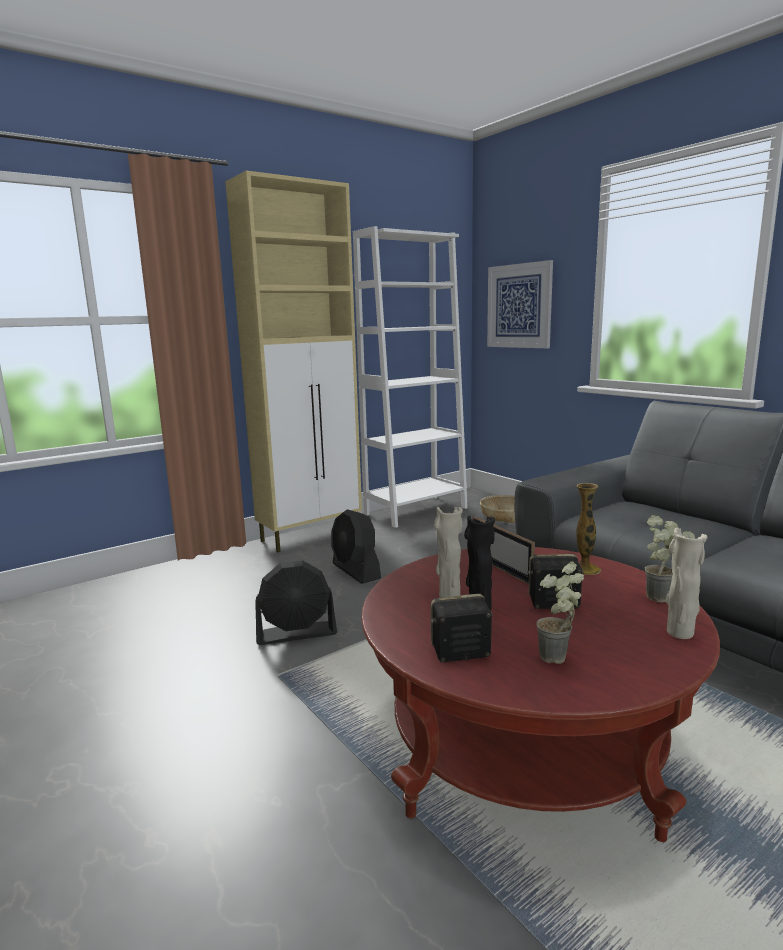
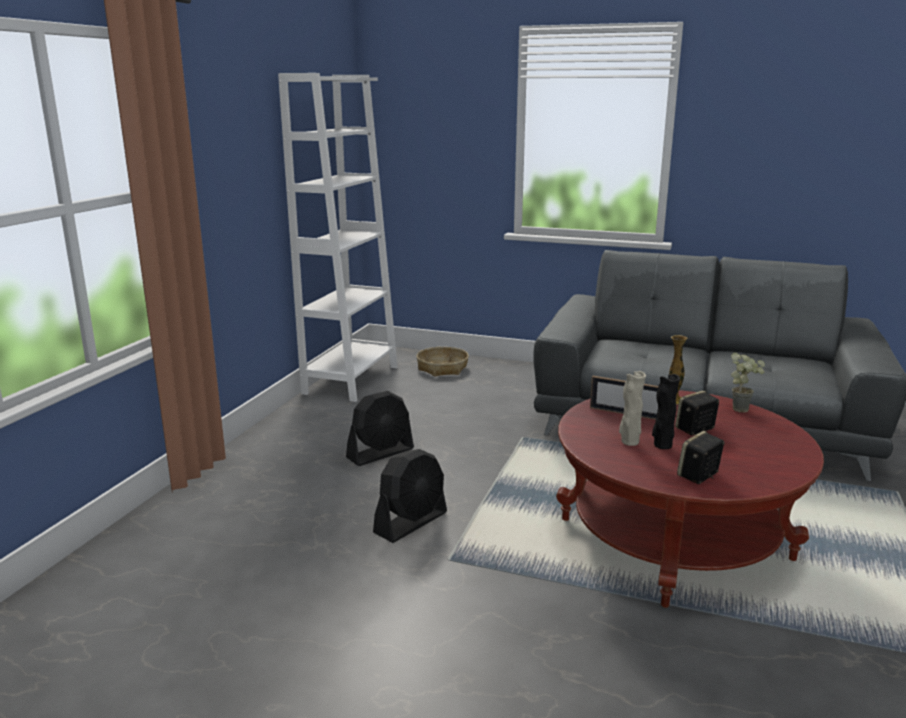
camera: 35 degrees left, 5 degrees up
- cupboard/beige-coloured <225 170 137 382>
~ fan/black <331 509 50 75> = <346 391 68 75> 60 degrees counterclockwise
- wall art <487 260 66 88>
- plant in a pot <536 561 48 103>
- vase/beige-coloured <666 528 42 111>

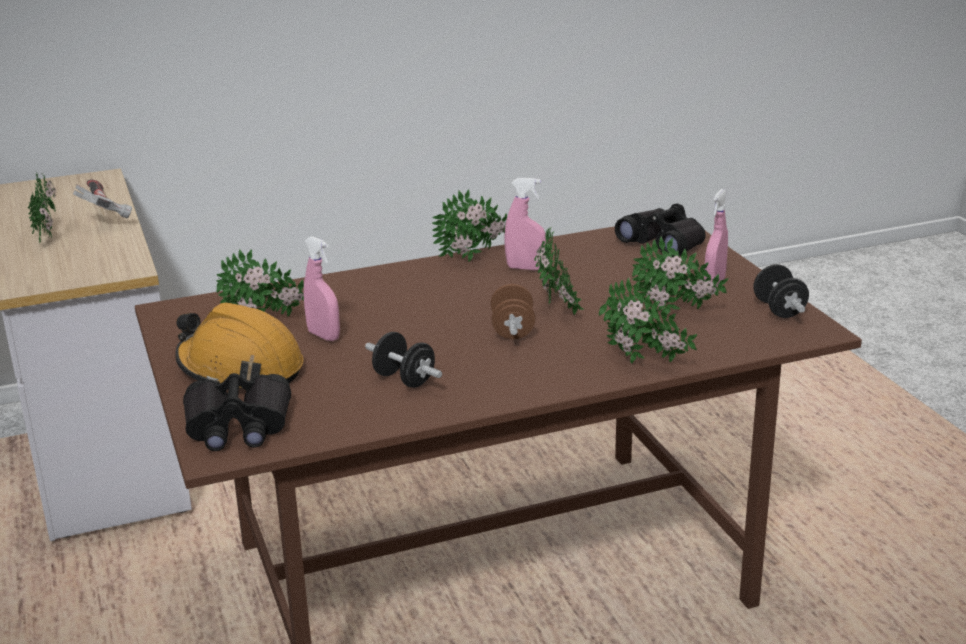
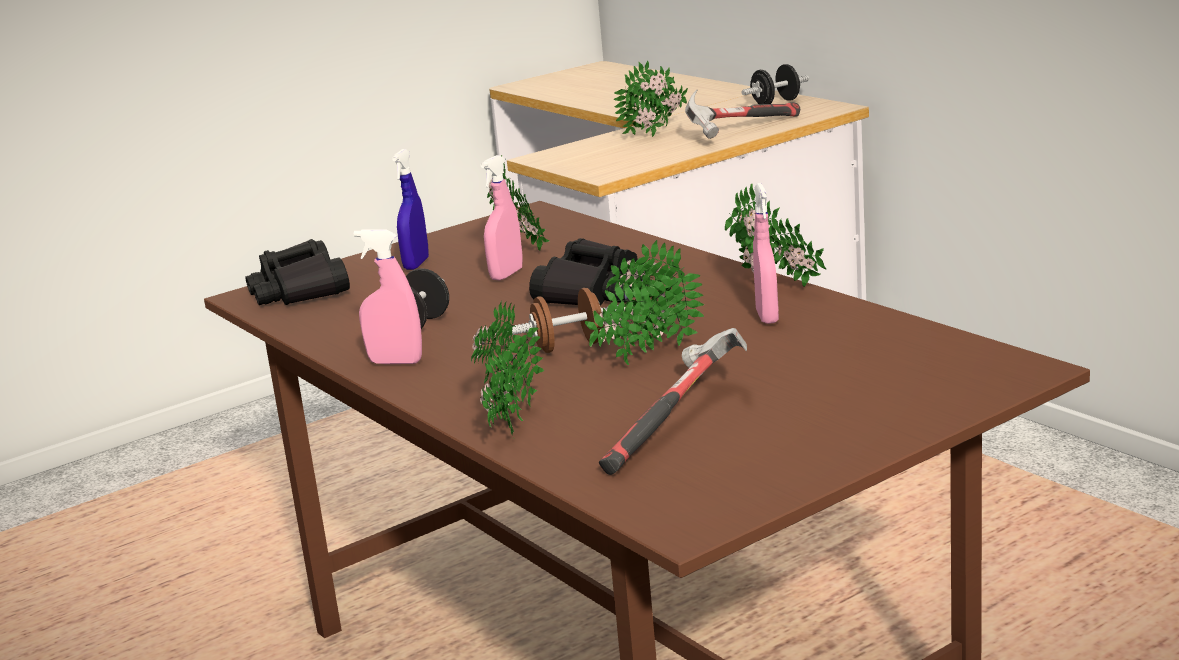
camera: 75 degrees right, 5 degrees down
~ work helmet/orangey <175 302 129 86> to sprayer/bluish <392 149 37 121>
~ field glasses/black <615 203 90 54> to <529 238 121 68>
~ plant in a pot <632 237 96 78> to hammer <599 328 148 147>
~ sprayer/pink <704 189 24 98> to <354 230 68 134>
~ free weight/black <753 264 56 54> to <742 64 67 40>

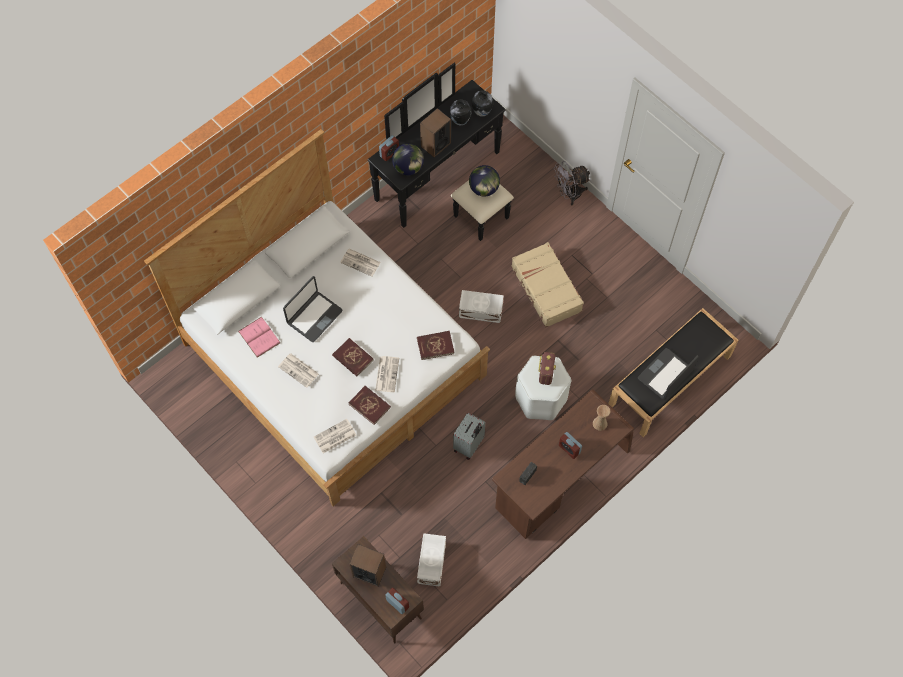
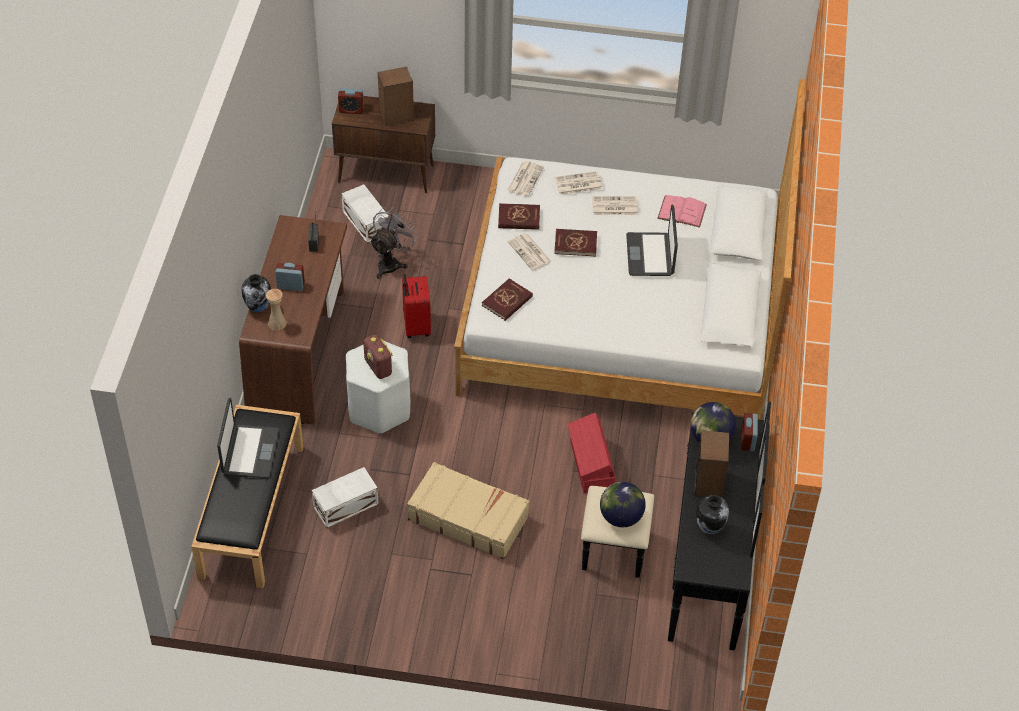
camera: 140 degrees right, 15 degrees down
~ newspaper <340 248 41 29> to <555 171 48 24>
~ travel case/grey <453 412 32 48> to travel case/red-coloured <402 274 29 64>
~ storage box/white-coloured <459 290 45 33> to <312 467 67 61>
~ vase <472 90 21 27> to <242 274 29 38>
~ fan/grey <554 161 37 45> to <369 207 50 72>
+ storage box/red-coloured <568 412 47 82>

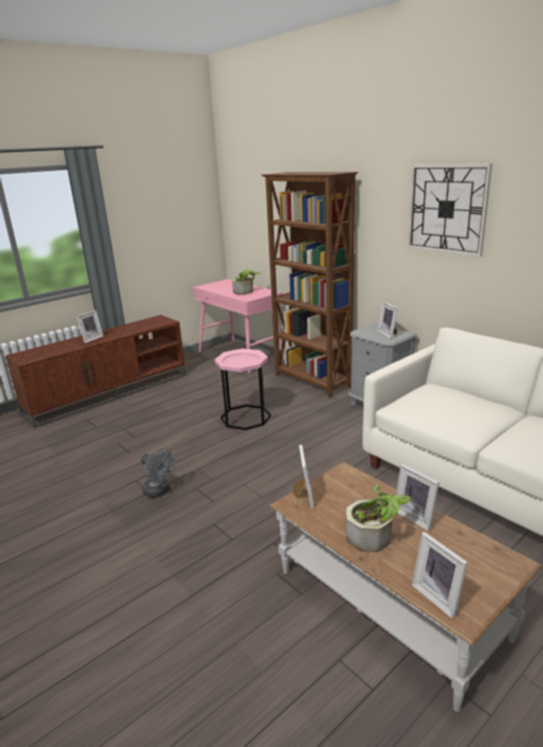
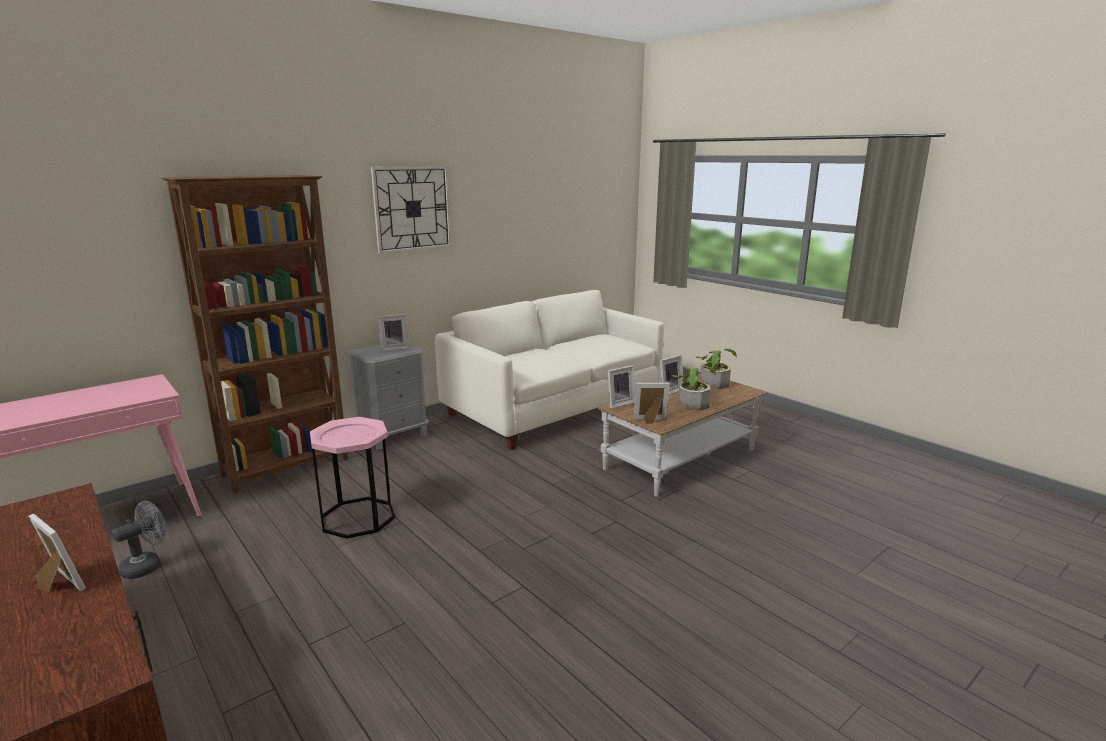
camera: 90 degrees left, 5 degrees down
~ fan/grey <141 448 34 50> to <112 501 54 78>
~ plant in a pot <232 270 29 25> to <696 349 41 40>
~ standing frame <412 532 56 87> to <608 365 27 43>

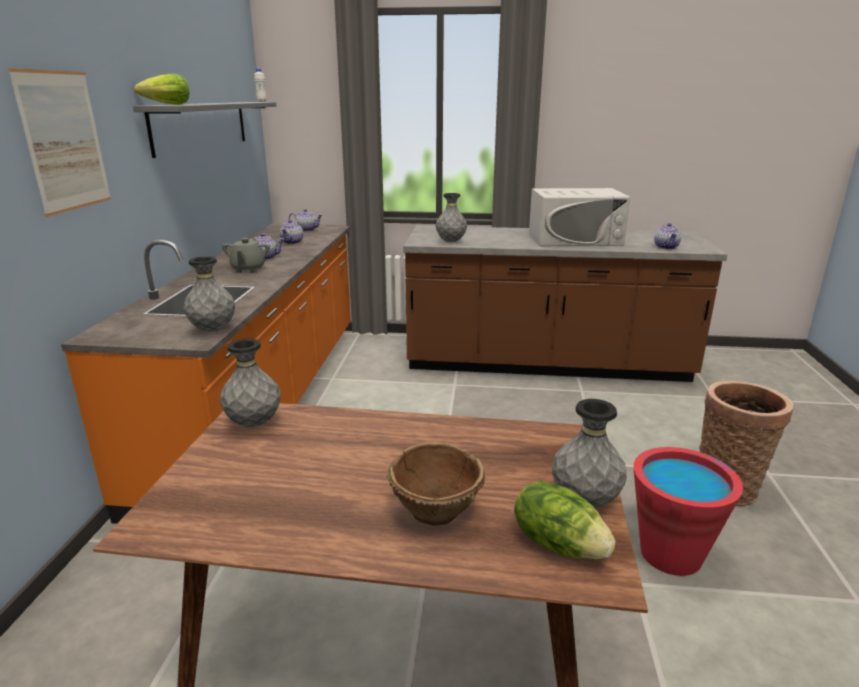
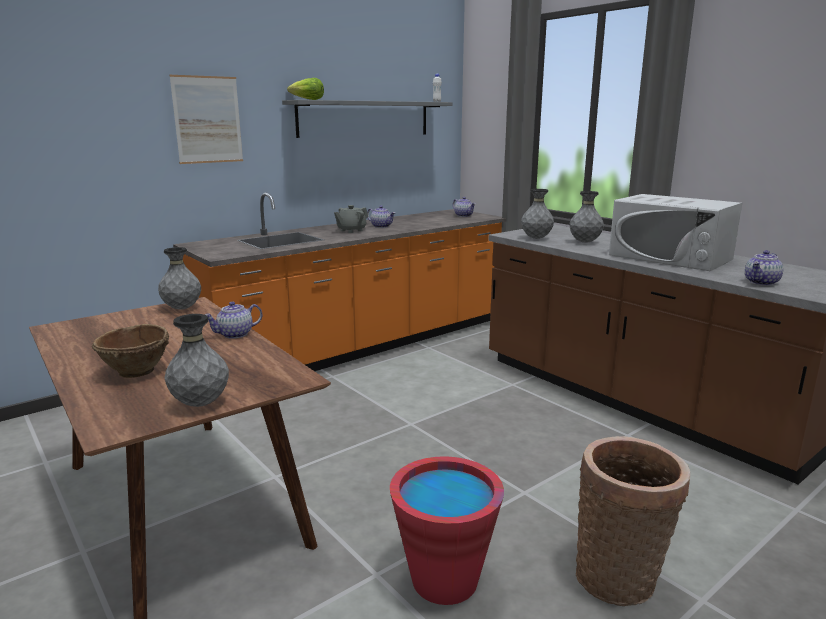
camera: 45 degrees right, 5 degrees down
~ vase/grey <183 256 52 76> to <570 191 34 52>
~ tea pot <279 220 24 24> to <205 302 57 37>
- lettuce head <514 481 102 78>

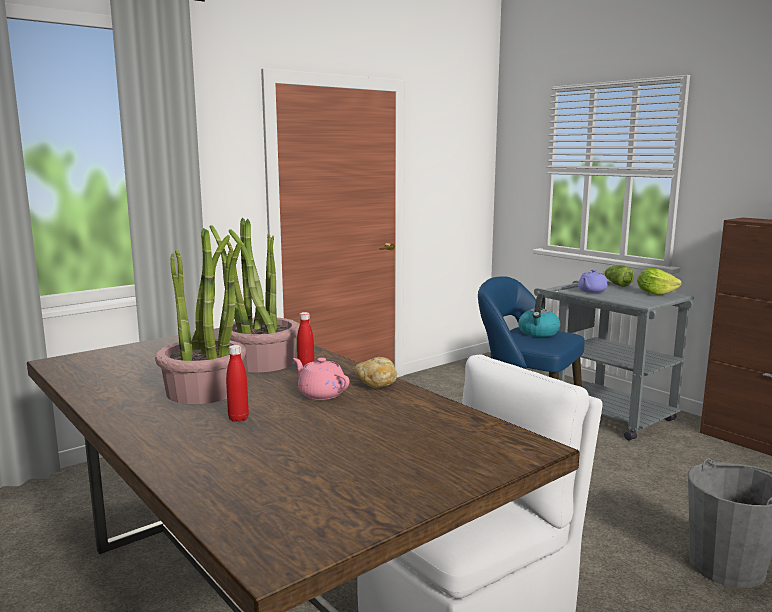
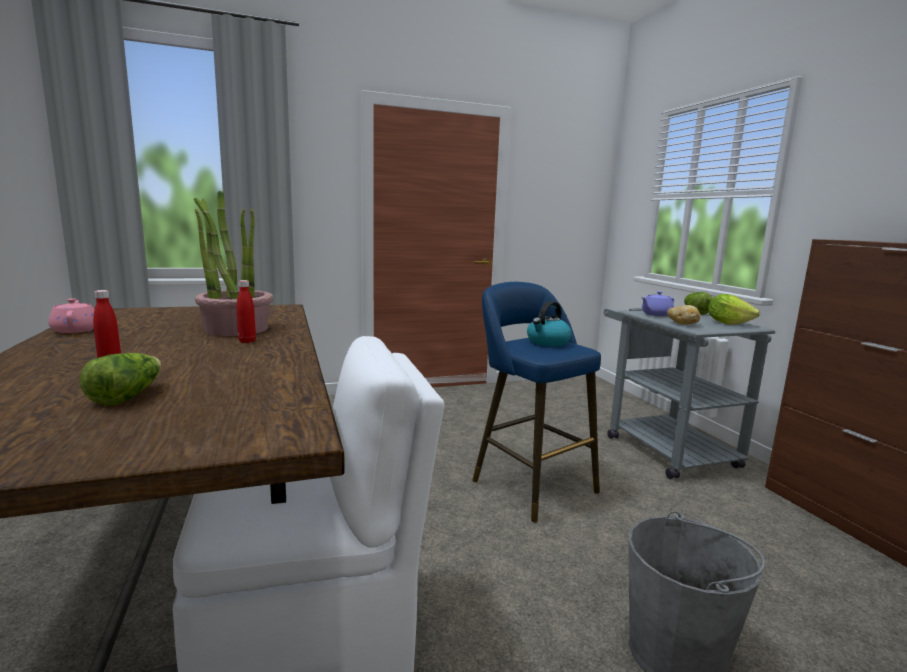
camera: 20 degrees right, 0 degrees up
- plant in a pot <155 228 91 176>
~ tea pot/pink <293 358 57 42> to <48 298 47 35>
~ baked bread <354 357 43 31> to <667 305 34 20>
+ lettuce head <79 353 82 53>

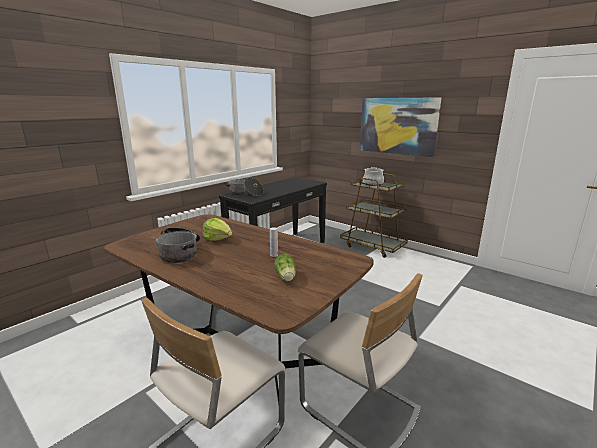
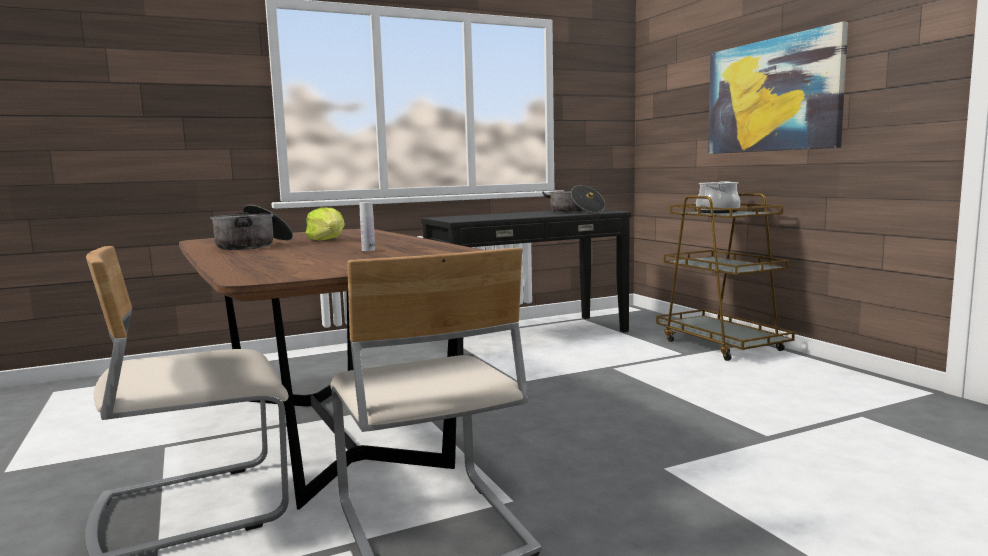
camera: 25 degrees right, 10 degrees down
~ saucepot <224 178 40 18> to <542 185 63 28>
- lettuce head <274 254 22 28>

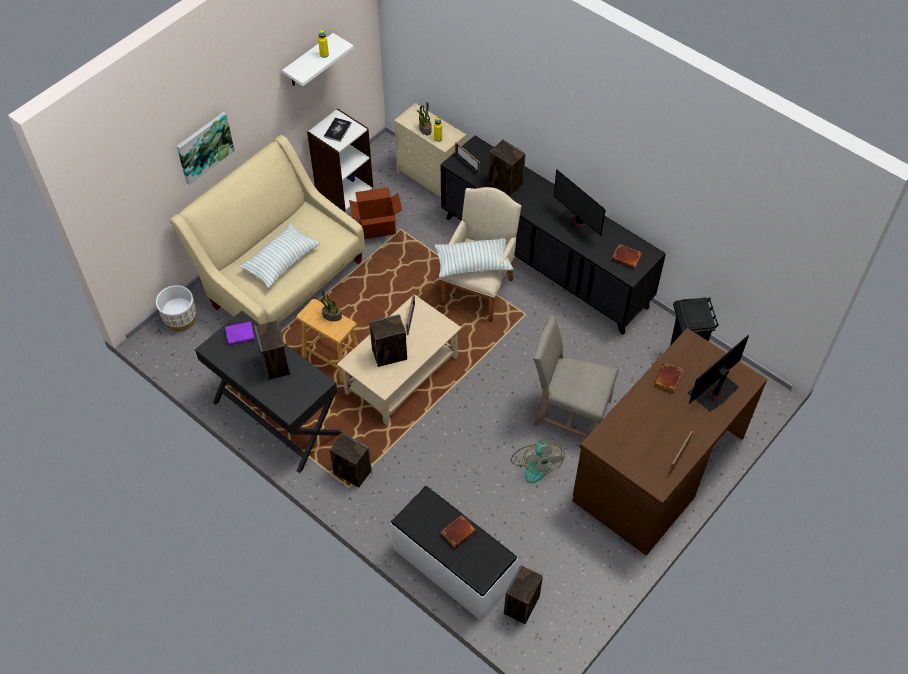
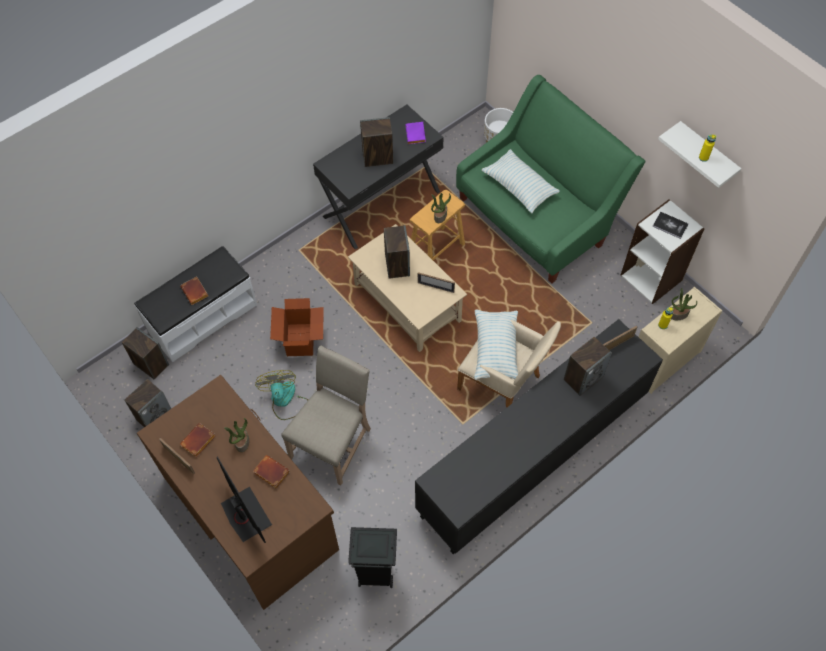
camera: 100 degrees right, 5 degrees up
~ settee/beige-coloured <169 135 196 189> to settee/greenish <456 75 190 209>
- wall art <176 112 58 73>
~ loudspeaker <330 433 42 55> to <124 379 47 48>
~ cardboard box <349 187 53 52> to <270 298 54 58>
~ fan <511 441 54 42> = <255 370 53 50> 75 degrees clockwise
- computer display <554 169 52 72>
~ book/brown-coloured <612 244 30 24> to <180 423 35 34>
+ plant in a pot <224 418 25 34>

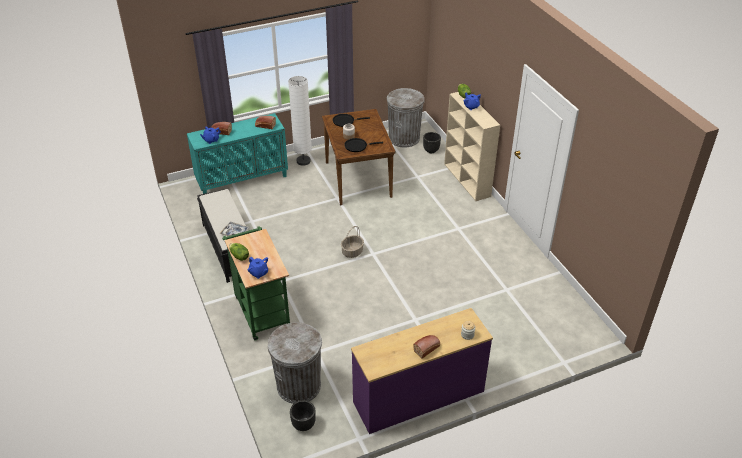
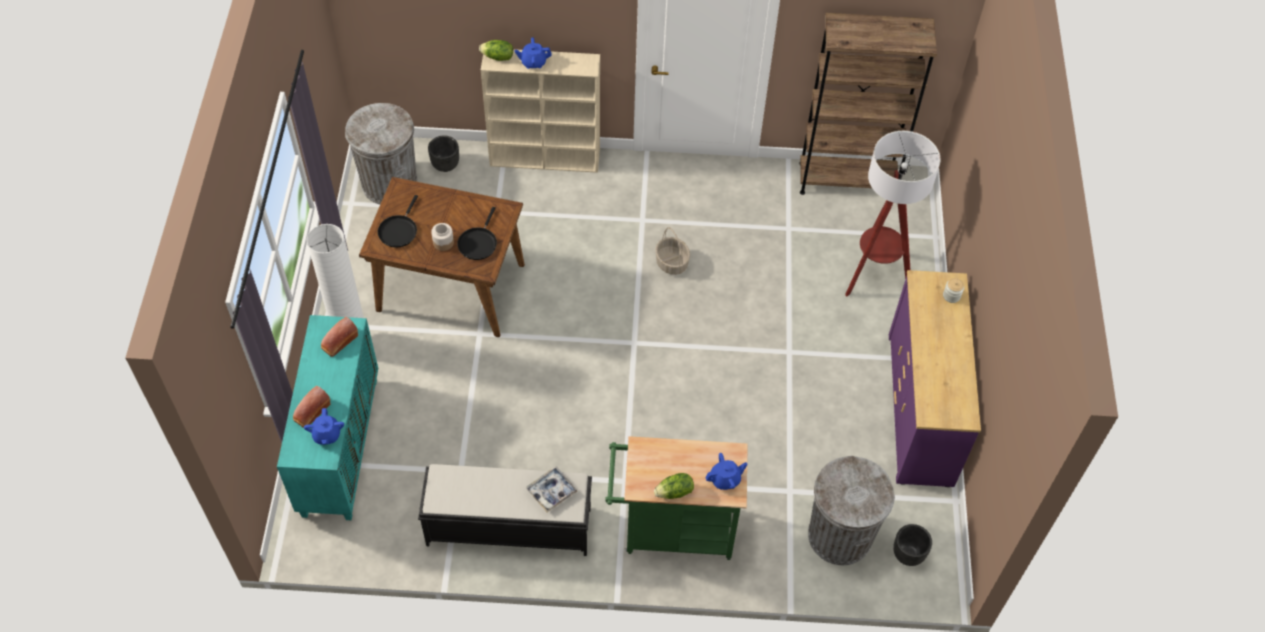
camera: 65 degrees left, 15 degrees up
~ storage basket <341 226 23 32> to <655 227 35 48>
- baked bread <413 335 27 24>
+ bookcase/brown-coloured <799 13 138 182>
+ standard lamp <845 131 96 166>

